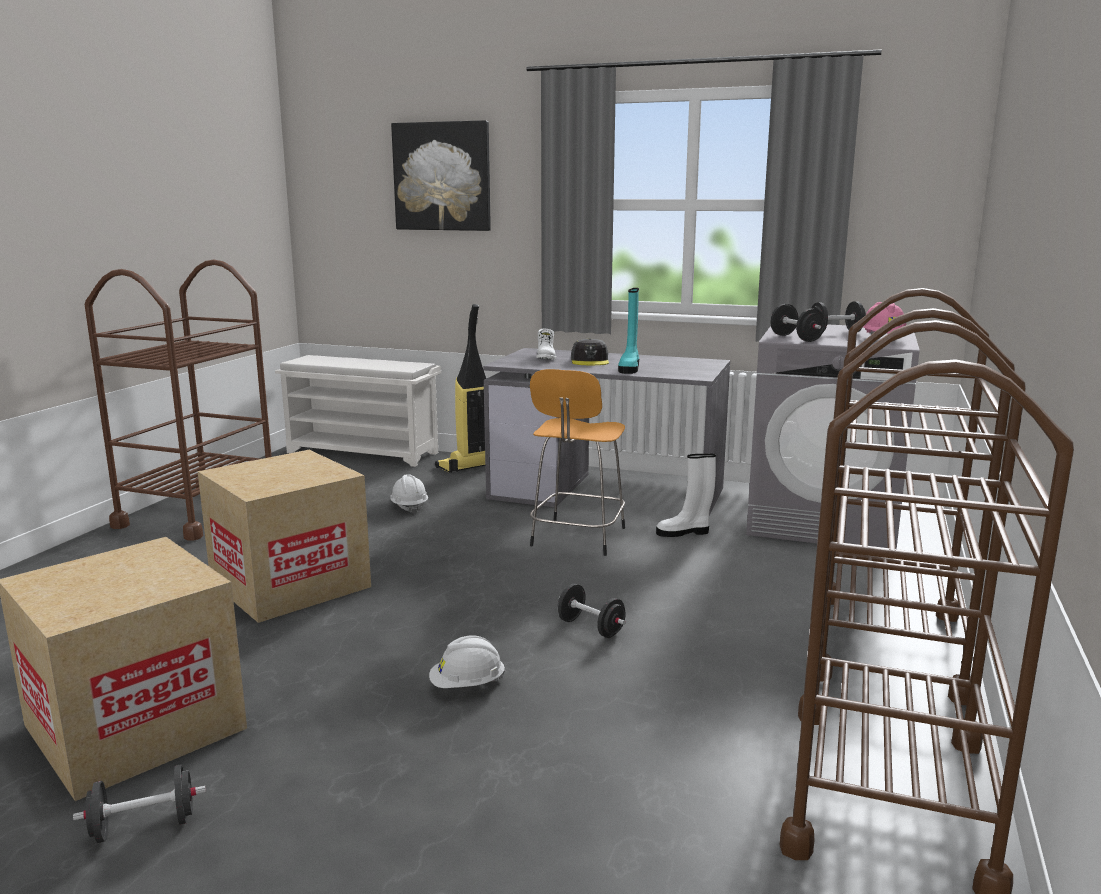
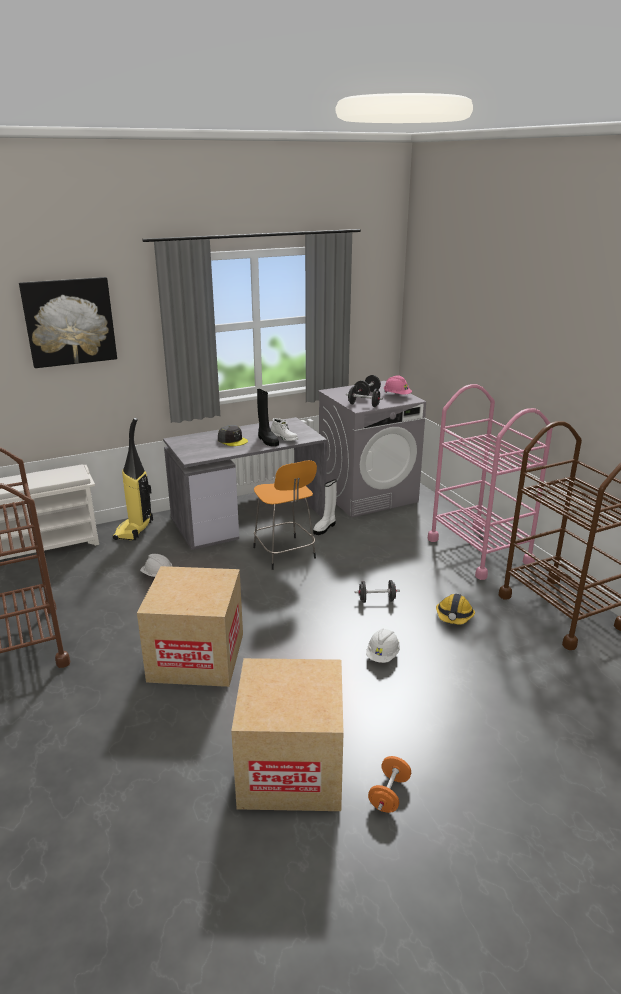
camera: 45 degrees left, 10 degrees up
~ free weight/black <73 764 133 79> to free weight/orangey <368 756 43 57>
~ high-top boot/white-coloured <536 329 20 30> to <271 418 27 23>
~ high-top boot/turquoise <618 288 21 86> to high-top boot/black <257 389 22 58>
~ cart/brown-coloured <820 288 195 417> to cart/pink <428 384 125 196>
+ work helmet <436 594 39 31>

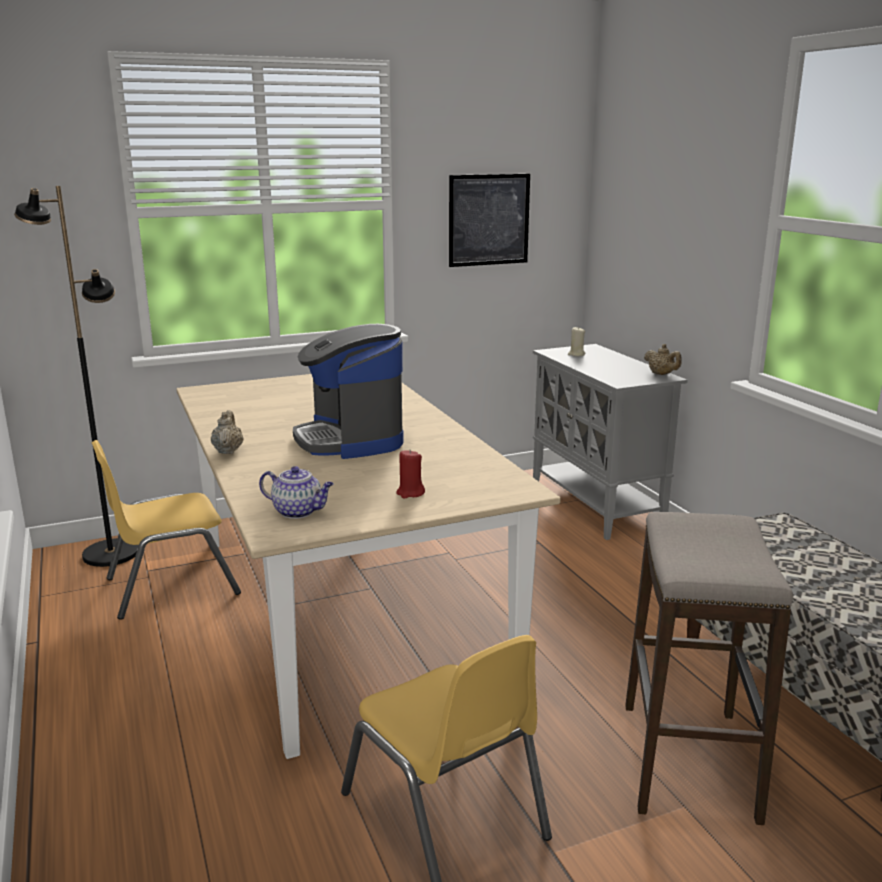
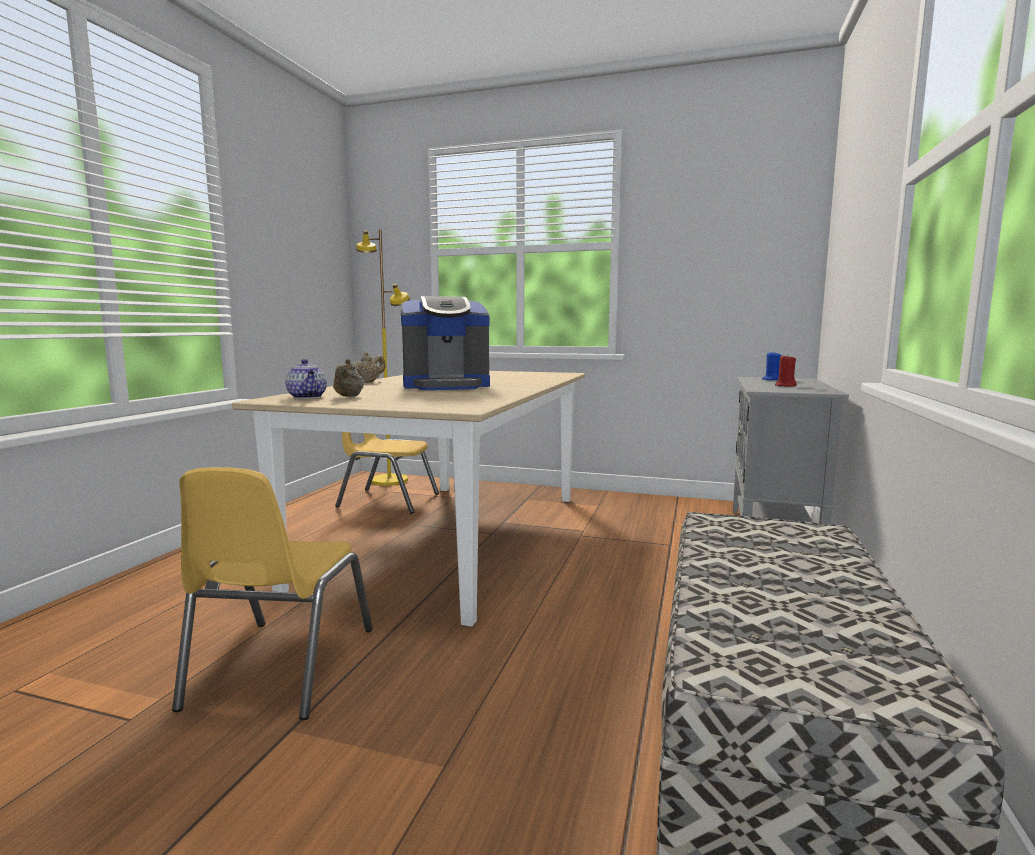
camera: 40 degrees right, 10 degrees down
~ standard lamp/black <14 186 124 381> to standard lamp/yellow-coloured <356 230 54 256>
~ coffee brewer <293 324 111 135> = <401 296 89 94> 120 degrees counterclockwise
~ wax candle/red-coloured <396 450 29 48> to <775 355 21 32>
- wall art <449 174 81 93>
~ wax candle/beige-coloured <568 327 18 29> to wax candle/bluish <762 352 20 28>
- sitting stool <625 512 168 313>
~ tea pot/beige-coloured <644 344 38 31> to <333 359 31 38>

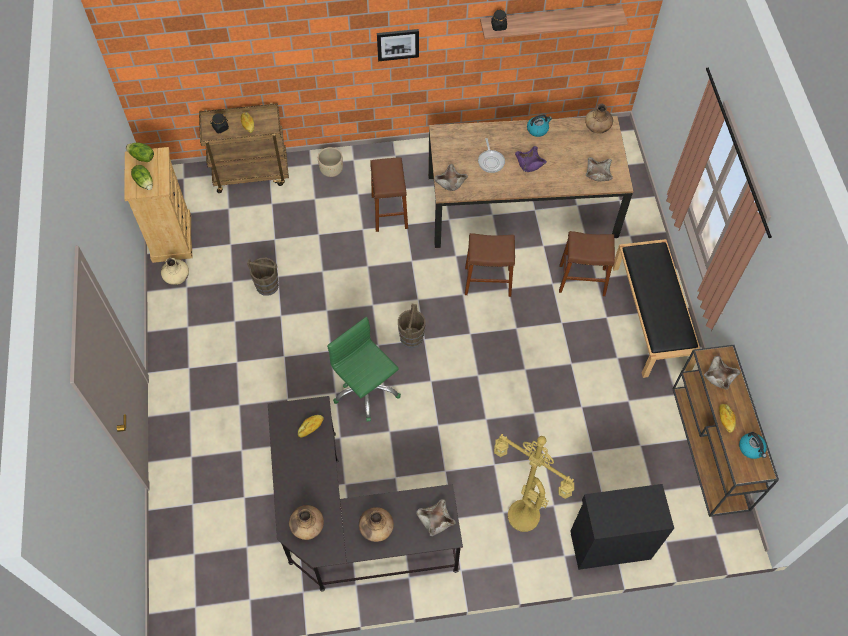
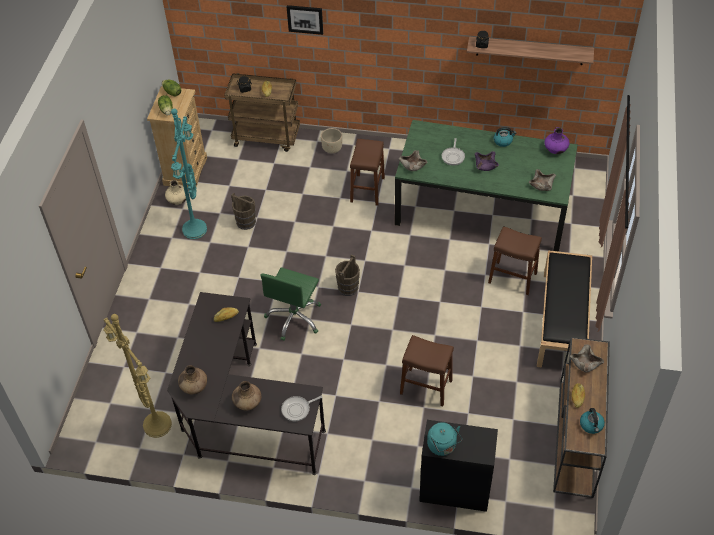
camera: 20 degrees right, 10 degrees down
~ office chair/greenish <327 317 74 104> = <260 267 61 74> 135 degrees counterclockwise
~ wall art <377 29 42 32> to <287 5 36 30>
~ serving bowl/beige-coloured <416 499 40 37> to pan <281 396 41 25>
~ kitchen table/brown-coloured <428 116 205 132> to kitchen table/greenish <395 120 183 132>
~ sitting stool/brown-coloured <465 233 50 64> to <400 335 54 72>
~ standard lamp/yellow-coloured <494 434 80 98> to <103 314 69 124>
~ vase/brown-coloured <585 104 28 29> to vase/purple <544 127 26 27>
+ standard lamp/turquoise <171 108 36 131>
+ tea kettle/turquoise <427 422 35 34>

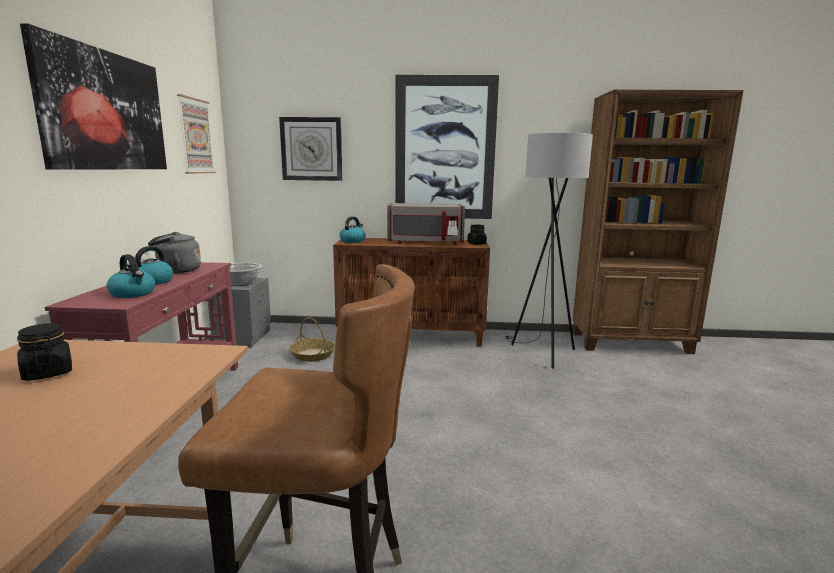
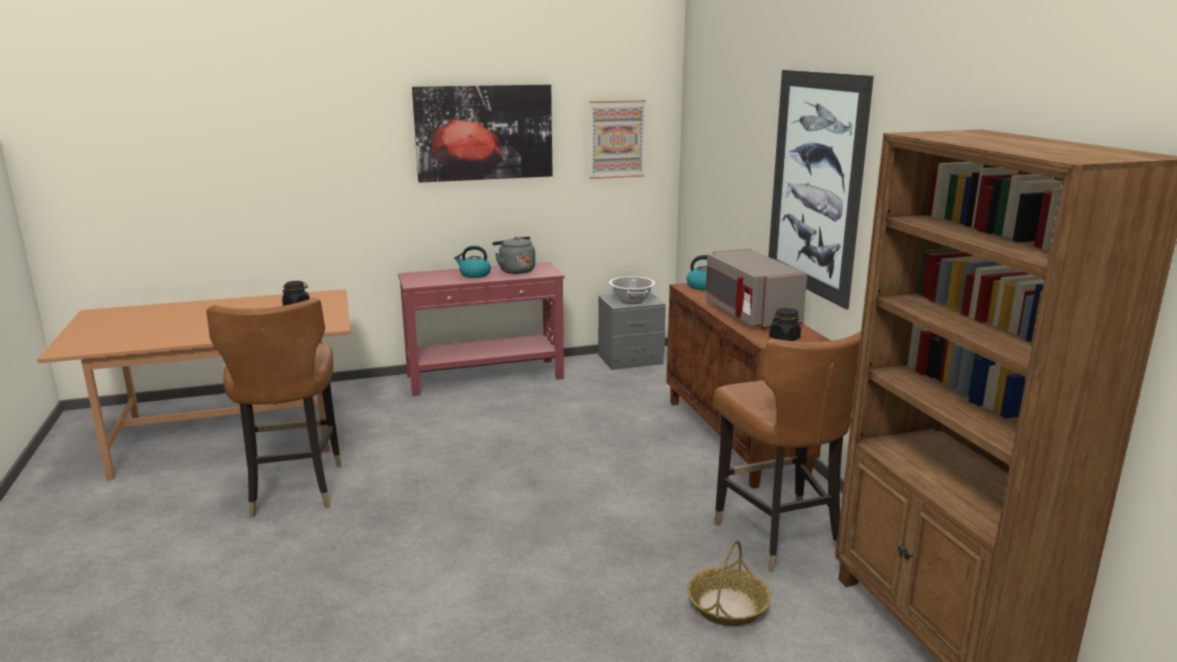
camera: 70 degrees right, 5 degrees up
- tea kettle <107 254 48 44>
- clock on the wall <279 117 63 64>
~ storage basket <289 317 46 45> to <687 540 84 86>
~ standard lamp/grey <505 133 88 235> to chair/brown-coloured <714 330 147 242>

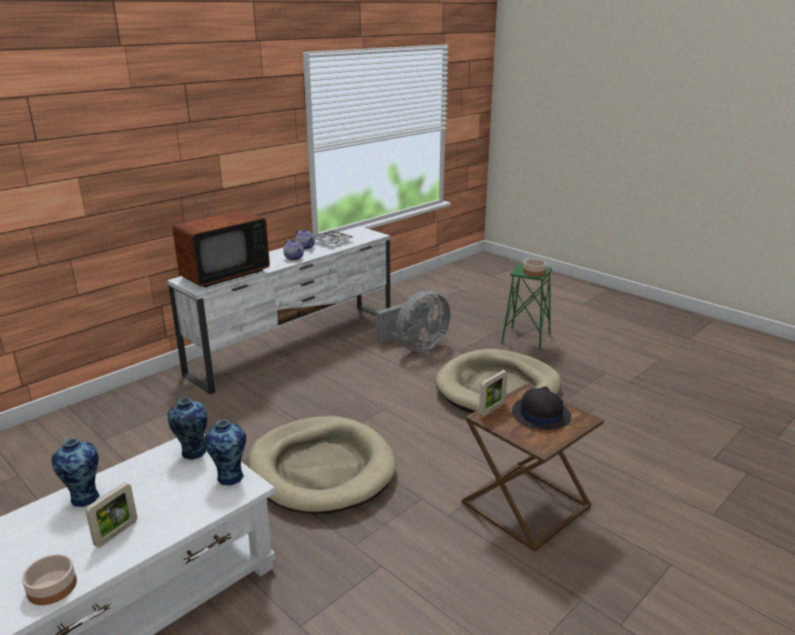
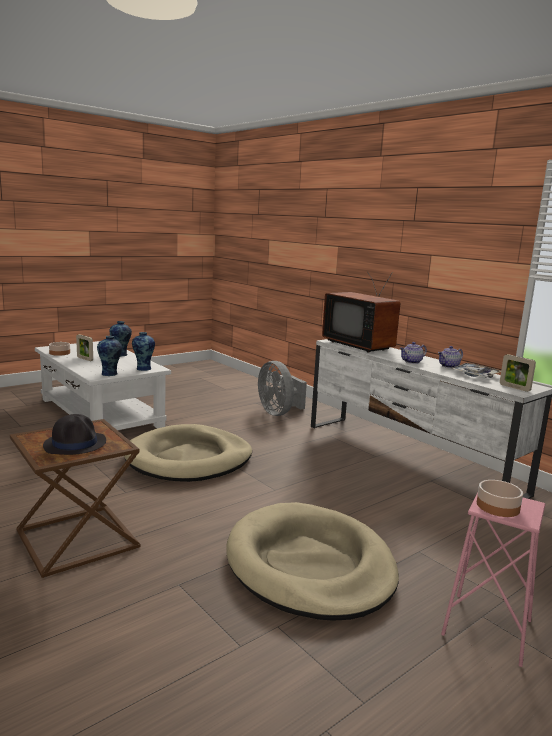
camera: 95 degrees right, 10 degrees down
~ fan/grey <376 291 75 61> to <258 361 49 55>
~ standing frame <479 370 29 47> to <500 354 36 38>
~ sitting stool/greenish <501 263 51 88> to sitting stool/pink <441 493 105 174>

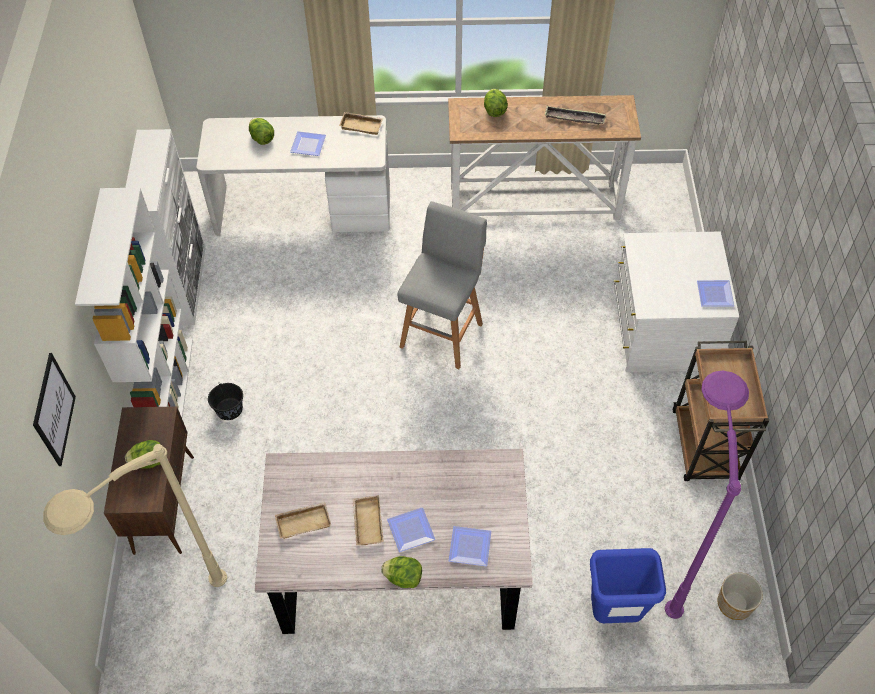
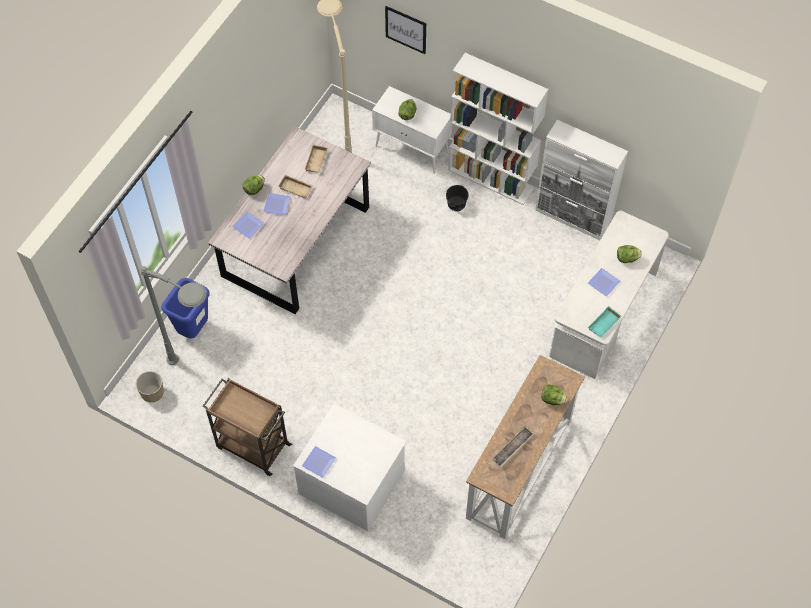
camera: 120 degrees right, 5 degrees up
~ cupboard/brown-coloured <104 406 90 149> to cupboard/white-coloured <372 86 80 88>
~ tray/beige-coloured <339 112 44 23> to tray/turquoise <588 306 34 32>
- sitting stool/grey <398 201 89 168>
~ standard lamp/purple <665 370 84 249> to standard lamp/grey <140 266 66 99>

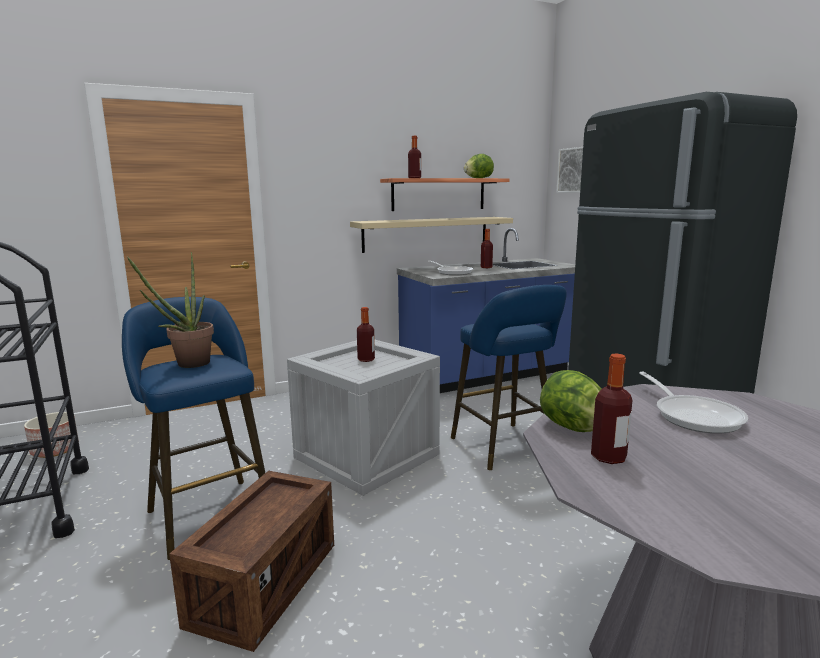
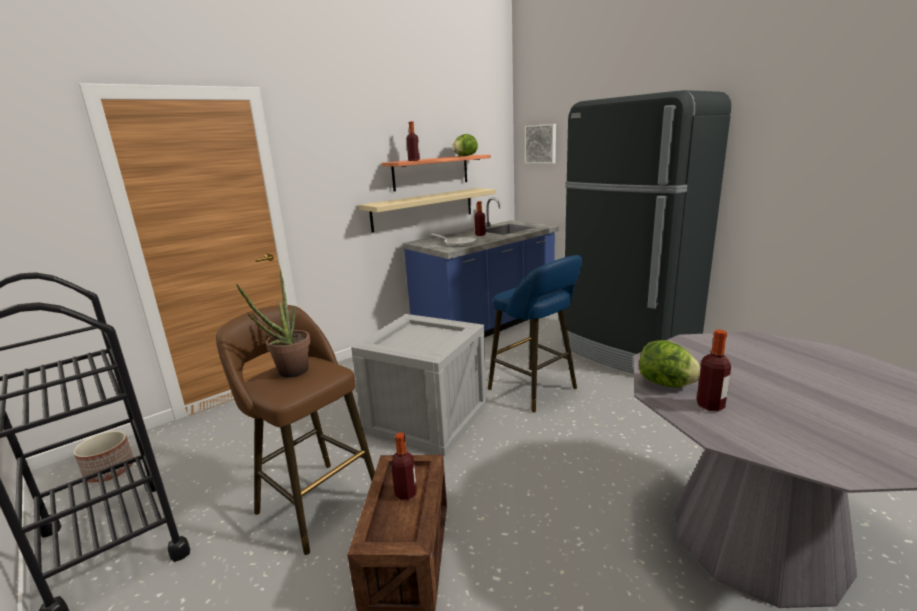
camera: 15 degrees left, 5 degrees up
~ sitting stool/bluish <122 297 143 263> to sitting stool/brown-coloured <216 305 159 250>
~ drink bottle <357 307 18 55> to <391 433 26 67>
- pan <639 372 109 62>

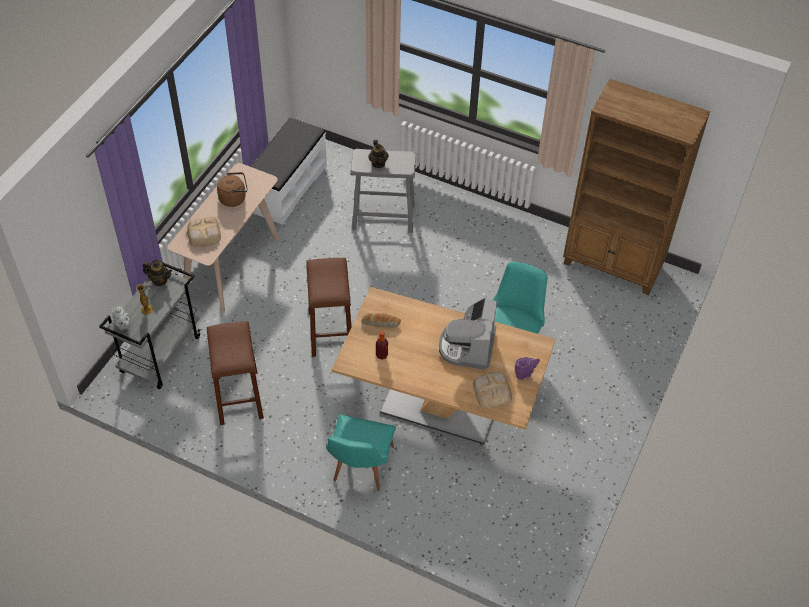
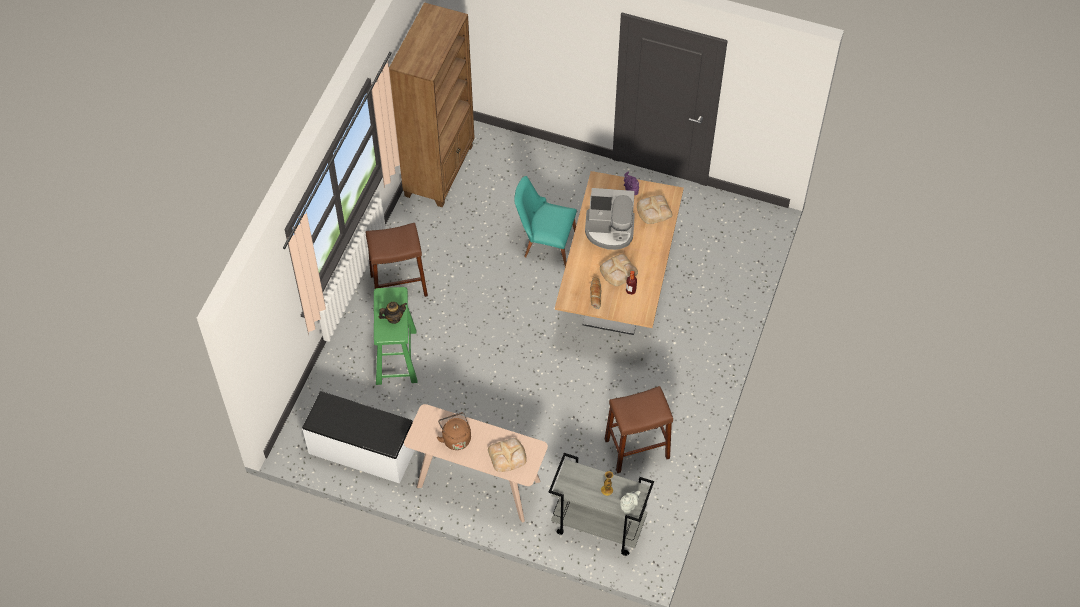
camera: 95 degrees left, 5 degrees up
- tea pot <143 261 29 25>
~ sitting stool/brown-coloured <306 258 45 99> to <366 223 62 74>
- chair/turquoise <326 414 70 77>
~ sitting stool/grey <351 149 65 84> to sitting stool/greenish <374 287 43 98>
+ baked bread <600 254 38 32>

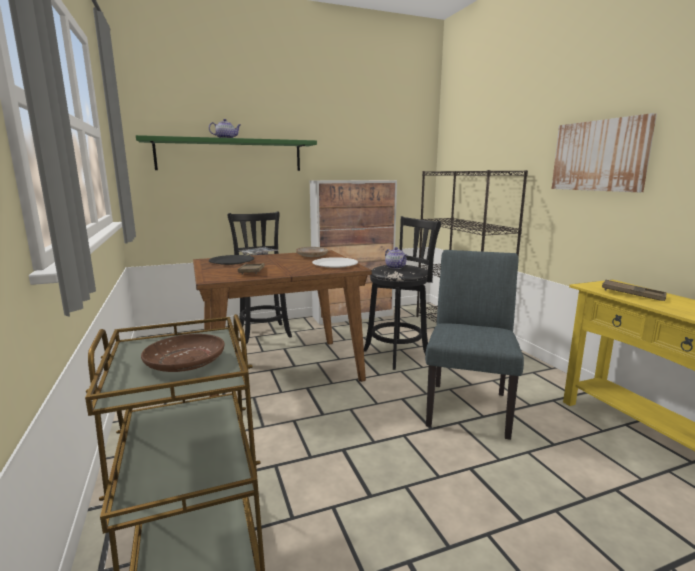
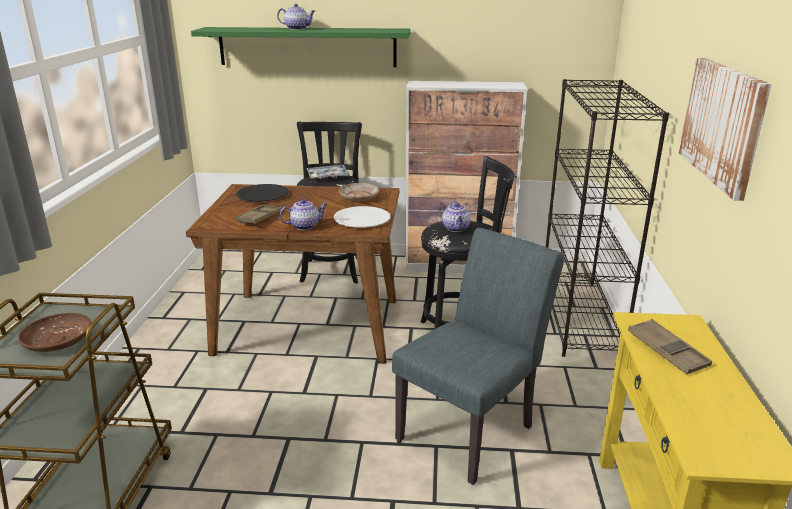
camera: 25 degrees right, 10 degrees up
+ tea pot <279 199 48 31>

